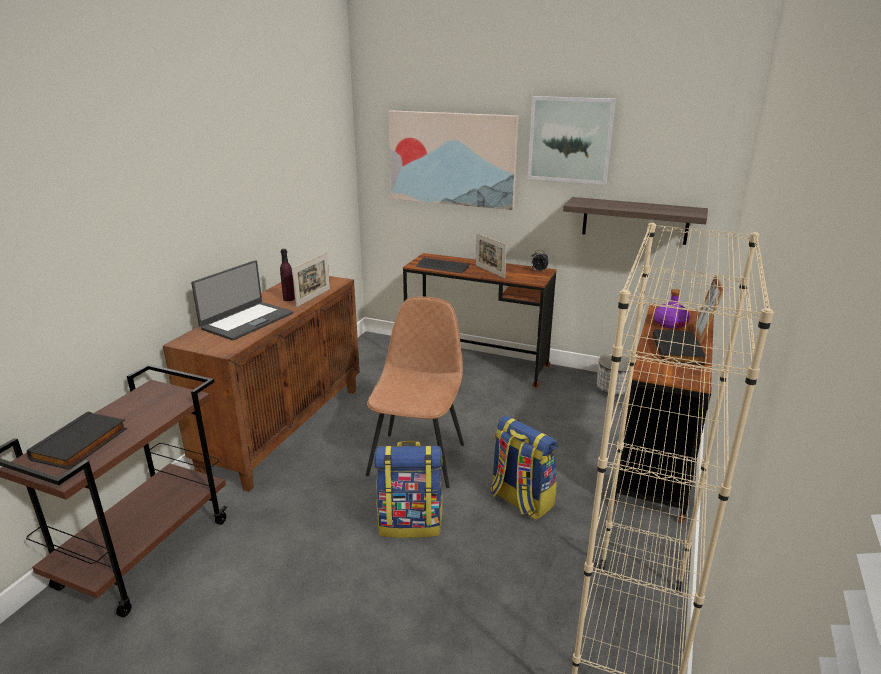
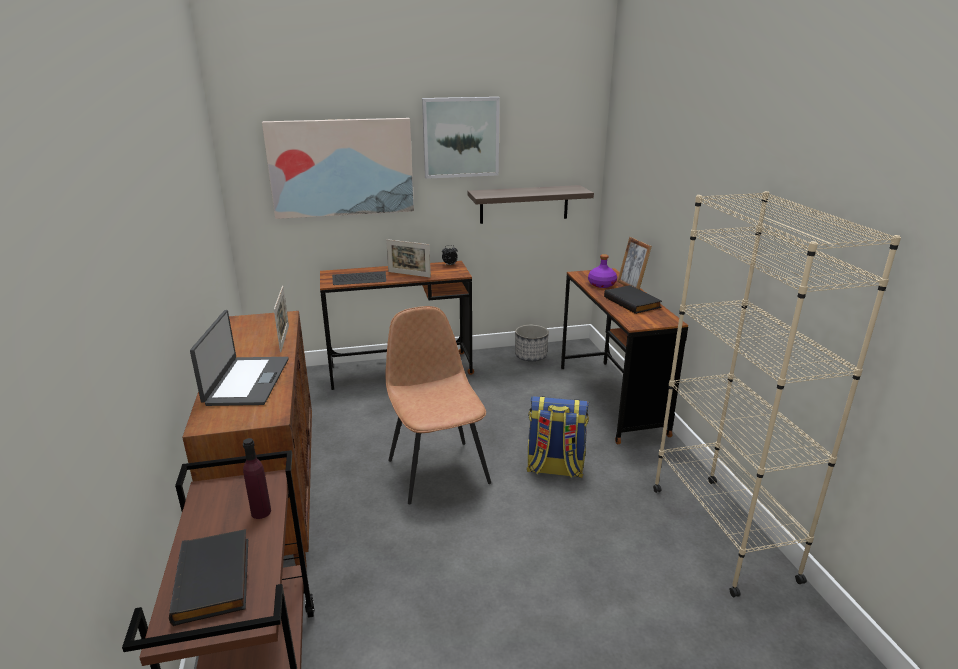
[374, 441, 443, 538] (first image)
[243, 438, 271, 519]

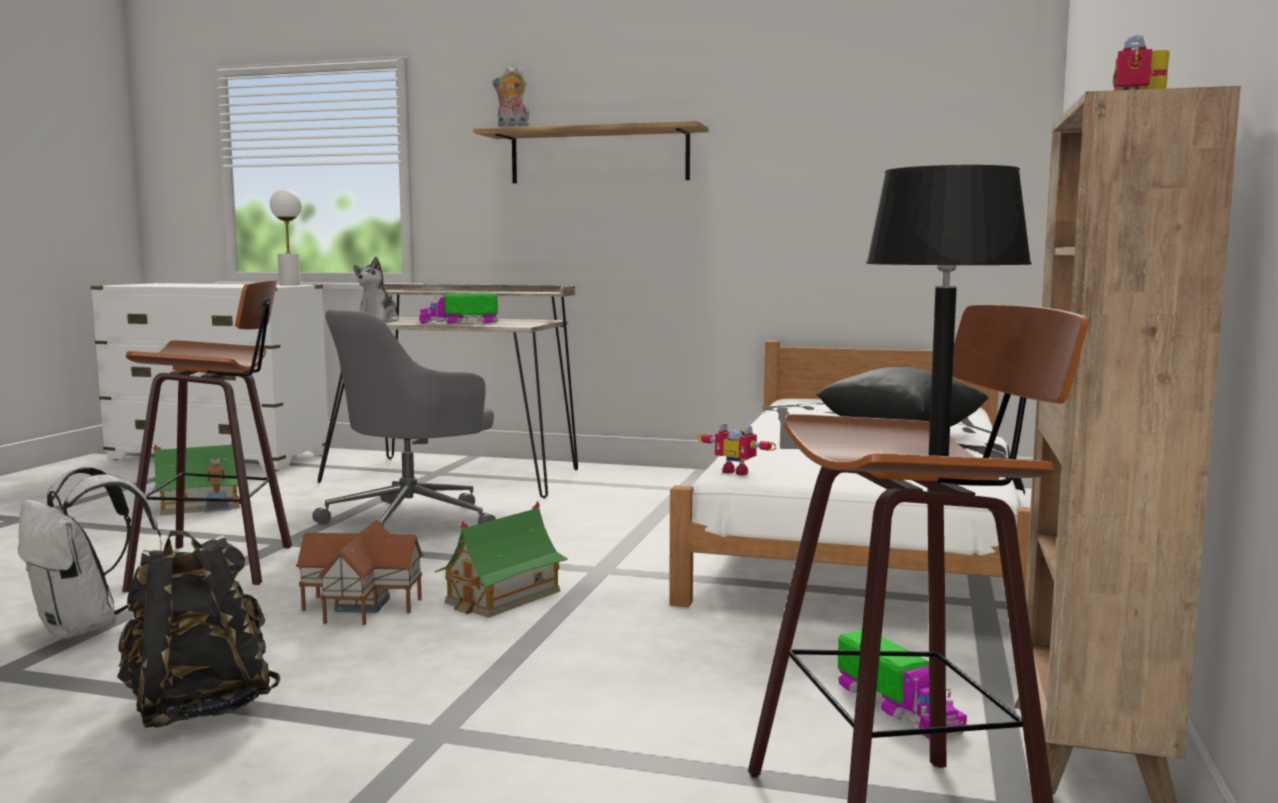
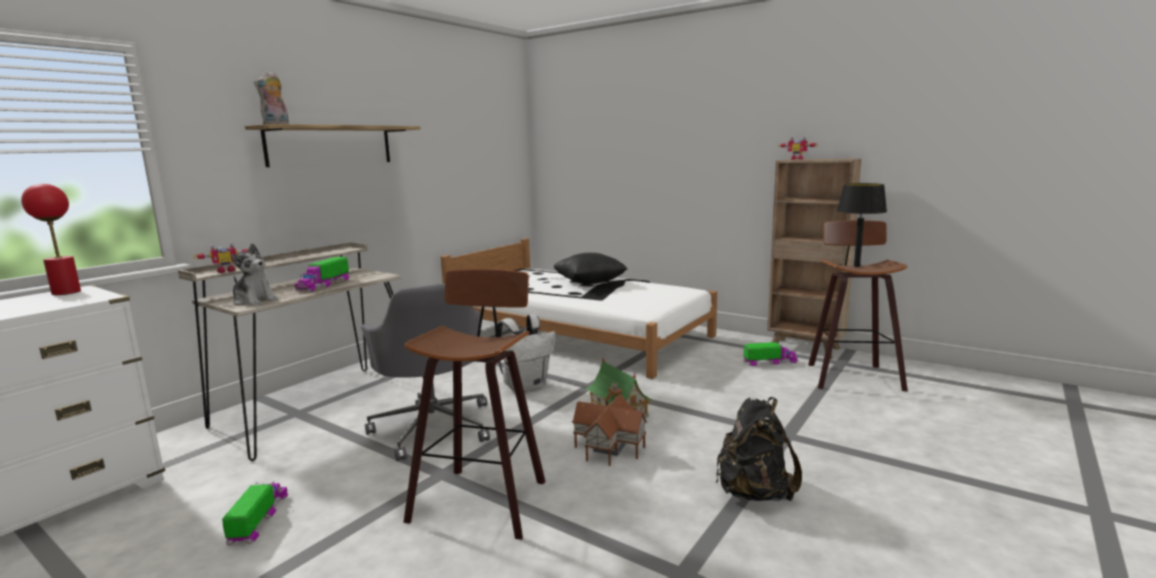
[495, 314, 556, 392]
[193, 242, 249, 273]
[222, 481, 288, 546]
[21, 184, 81, 295]

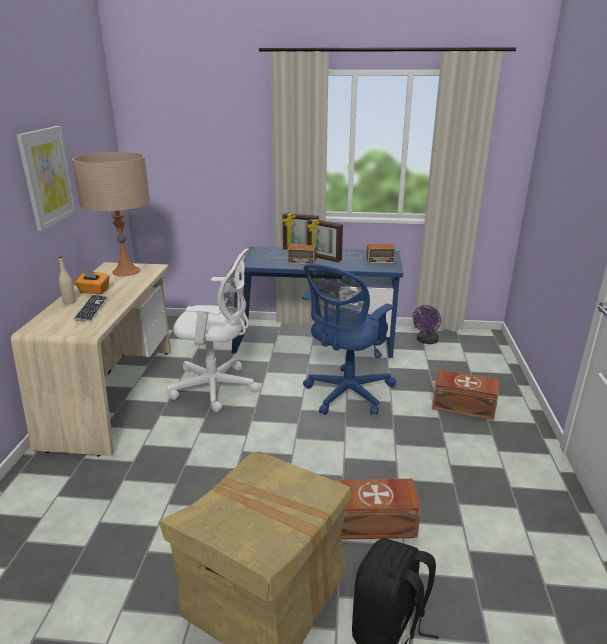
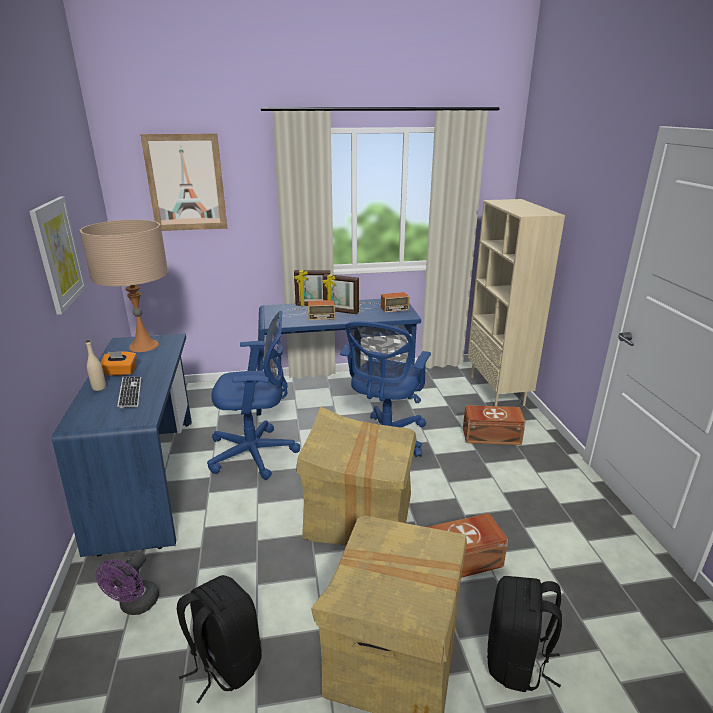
[140, 133, 227, 231]
[177, 575, 262, 703]
[296, 406, 416, 545]
[468, 199, 565, 406]
[96, 551, 159, 615]
[52, 334, 192, 557]
[207, 311, 300, 480]

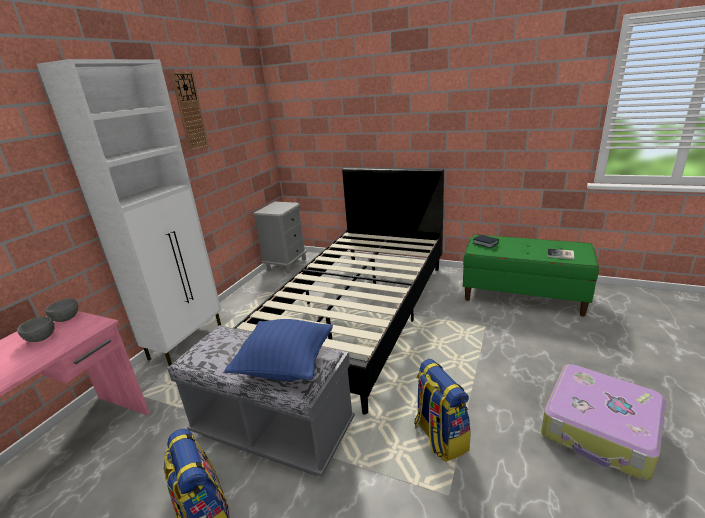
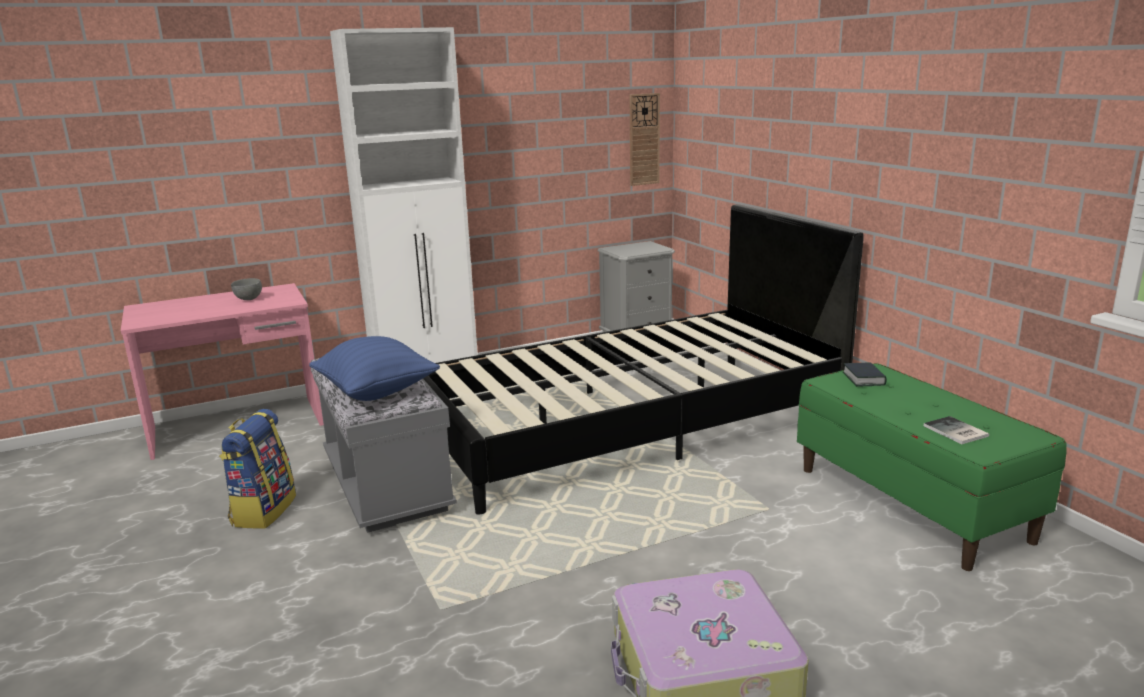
[45, 298, 78, 322] (first image)
[414, 359, 471, 462] (first image)
[630, 93, 660, 186]

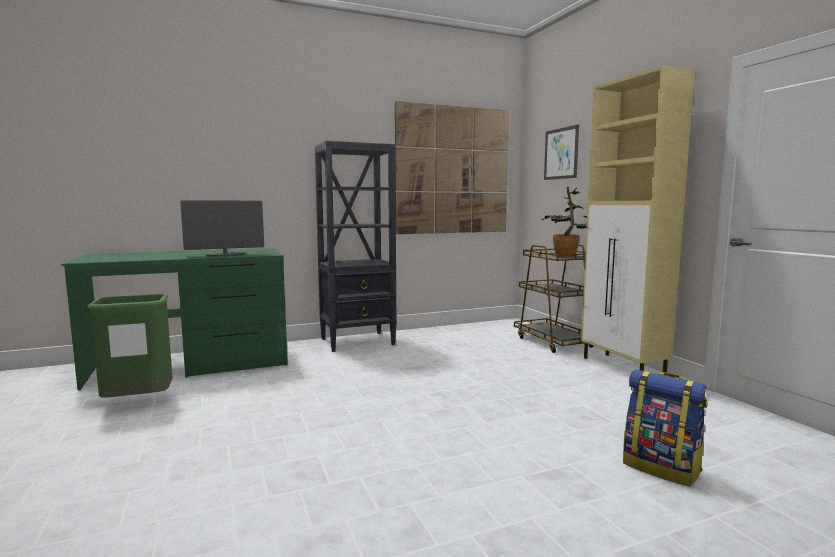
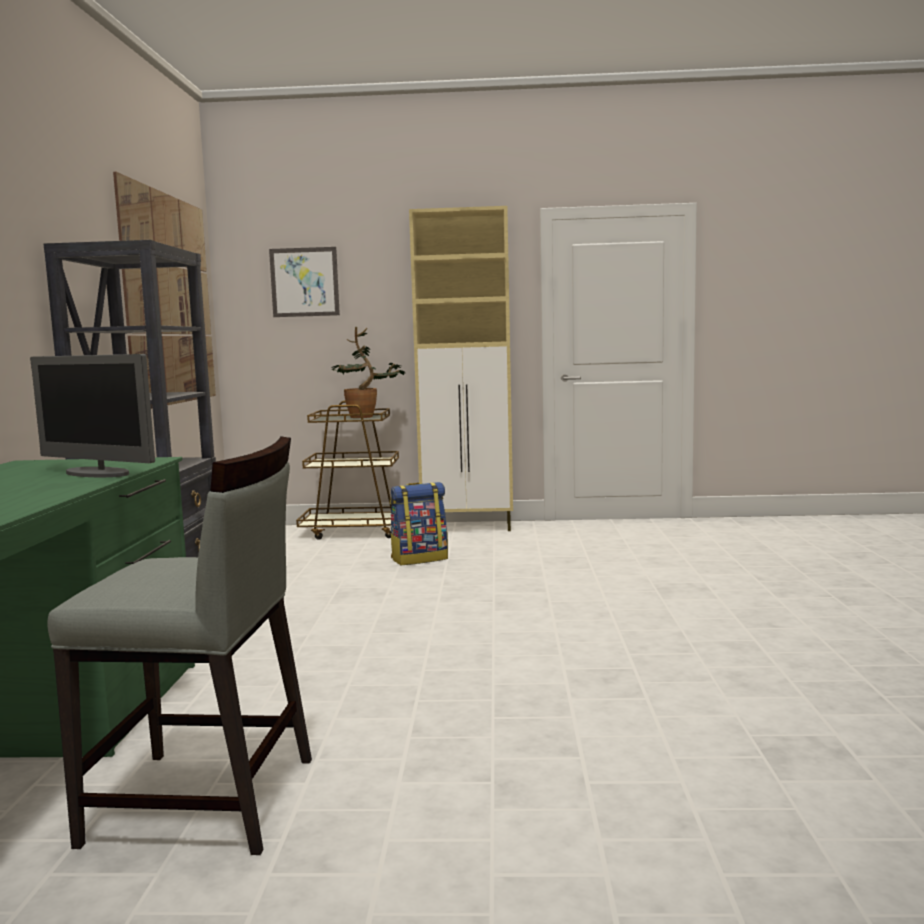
[390, 482, 448, 565]
[47, 436, 312, 855]
[30, 354, 155, 477]

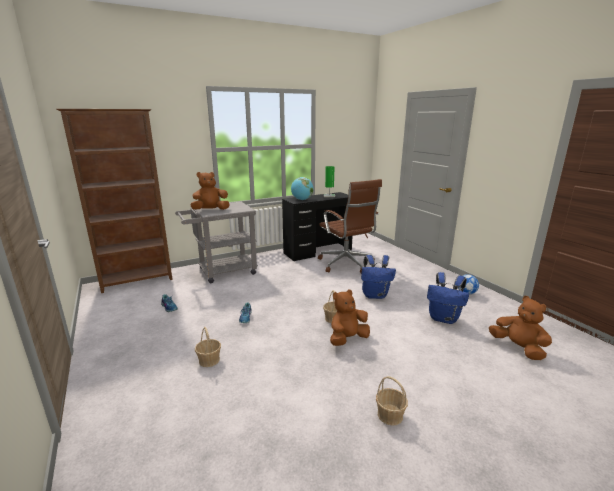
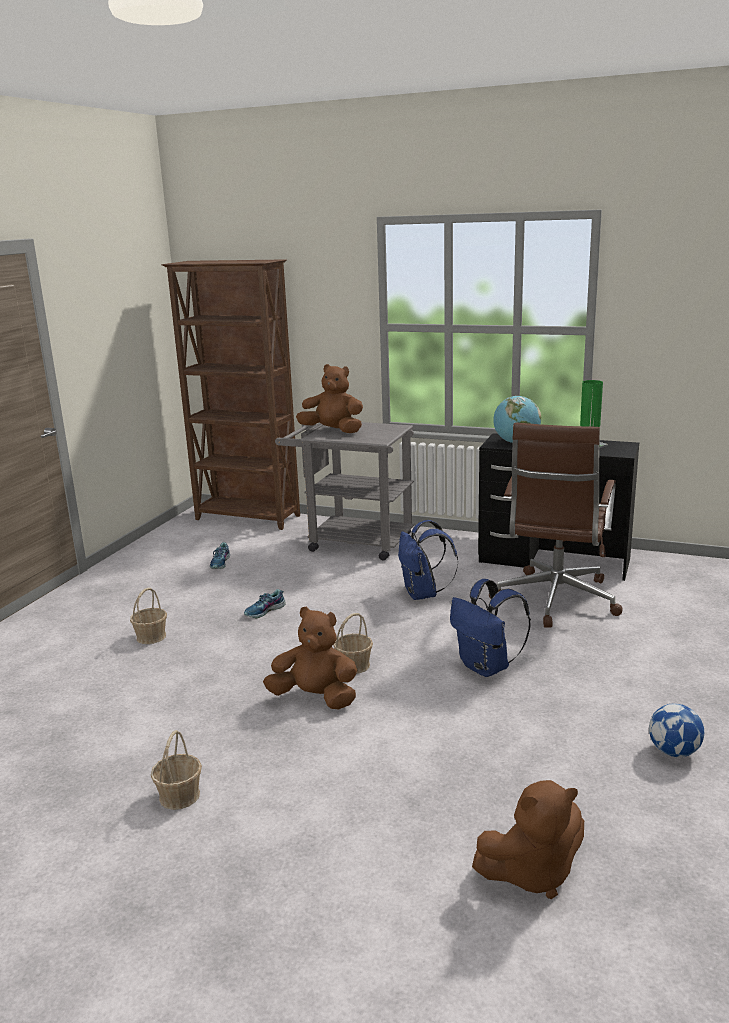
[398, 520, 458, 600]
[472, 780, 584, 899]

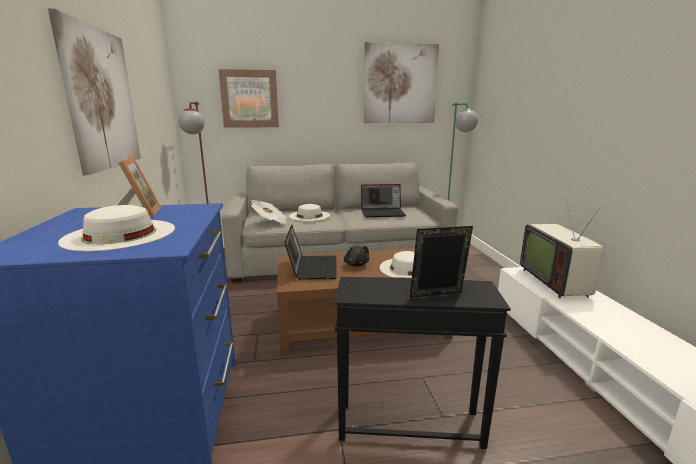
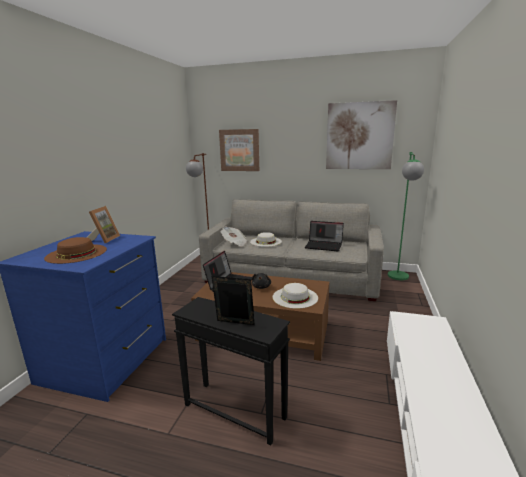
[48, 8, 141, 175] (first image)
[520, 198, 604, 298] (first image)
[44, 237, 107, 264]

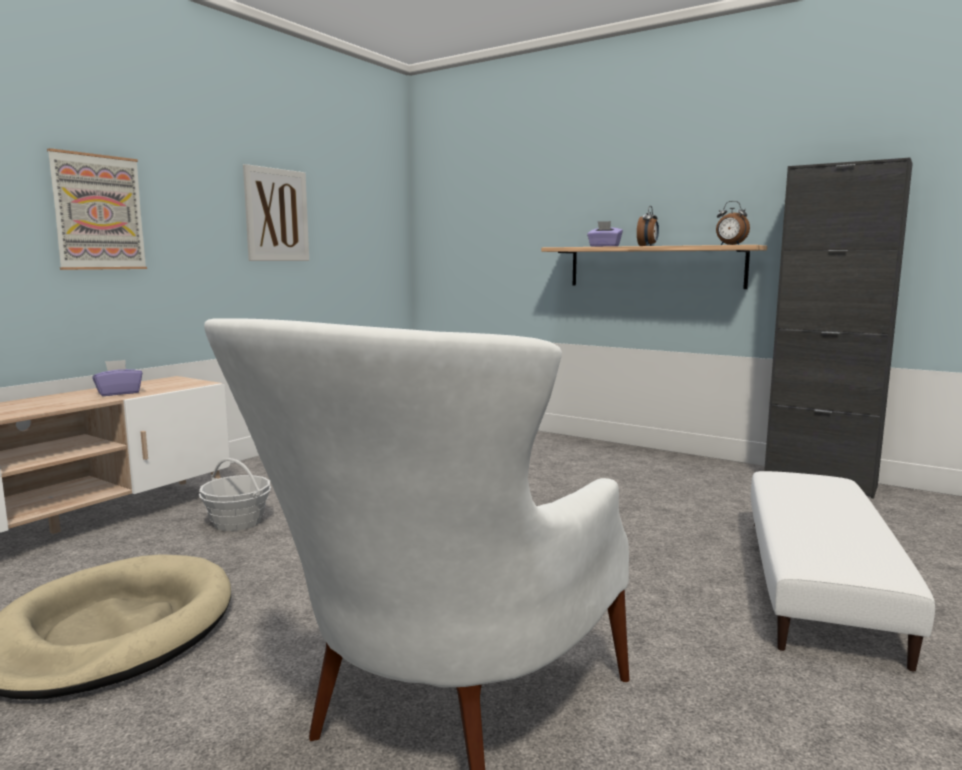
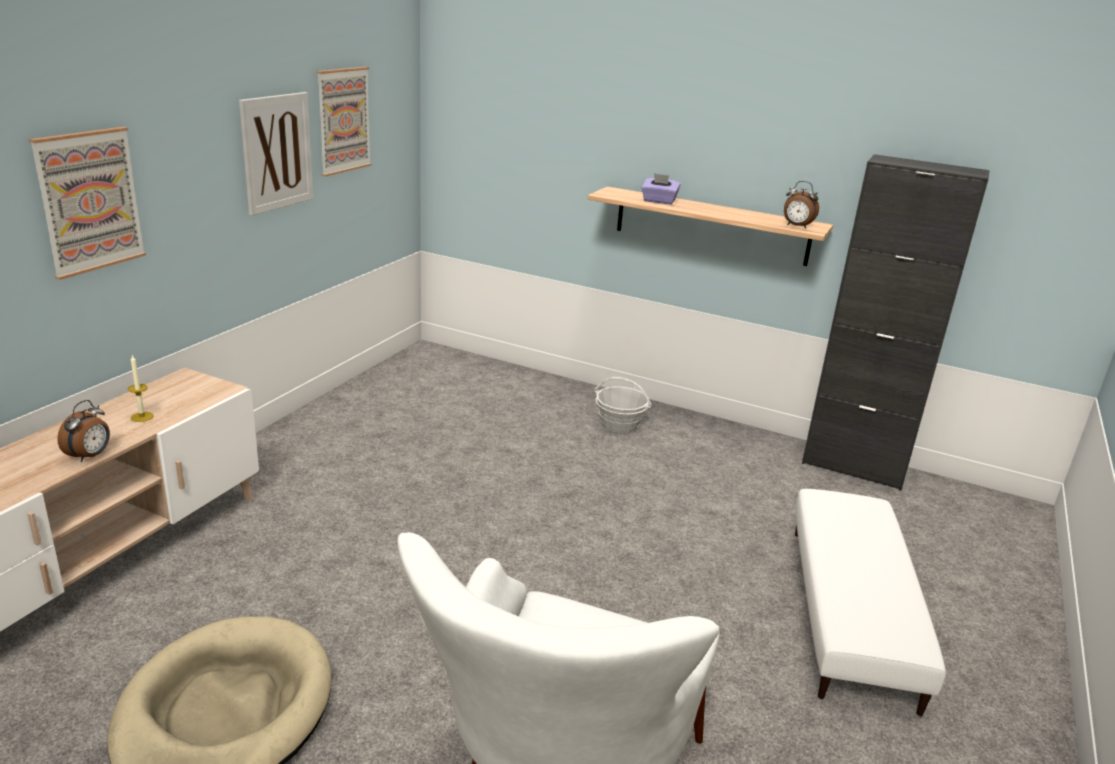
[316, 67, 372, 177]
[594, 377, 652, 433]
[57, 400, 110, 462]
[128, 355, 154, 422]

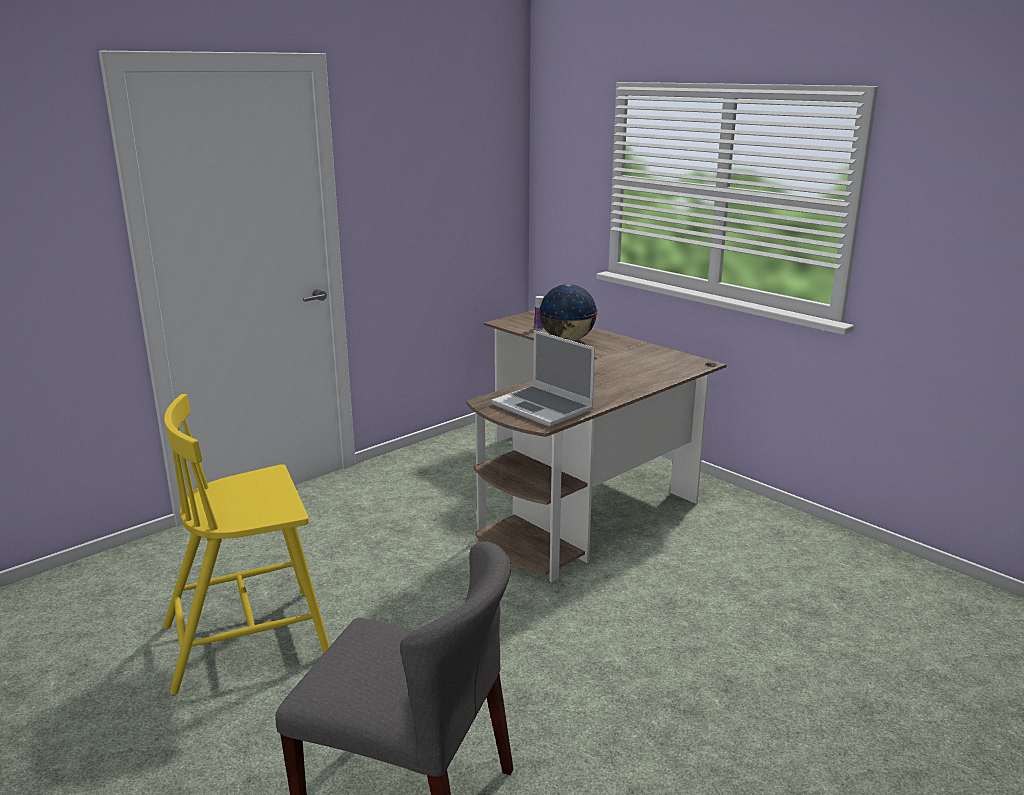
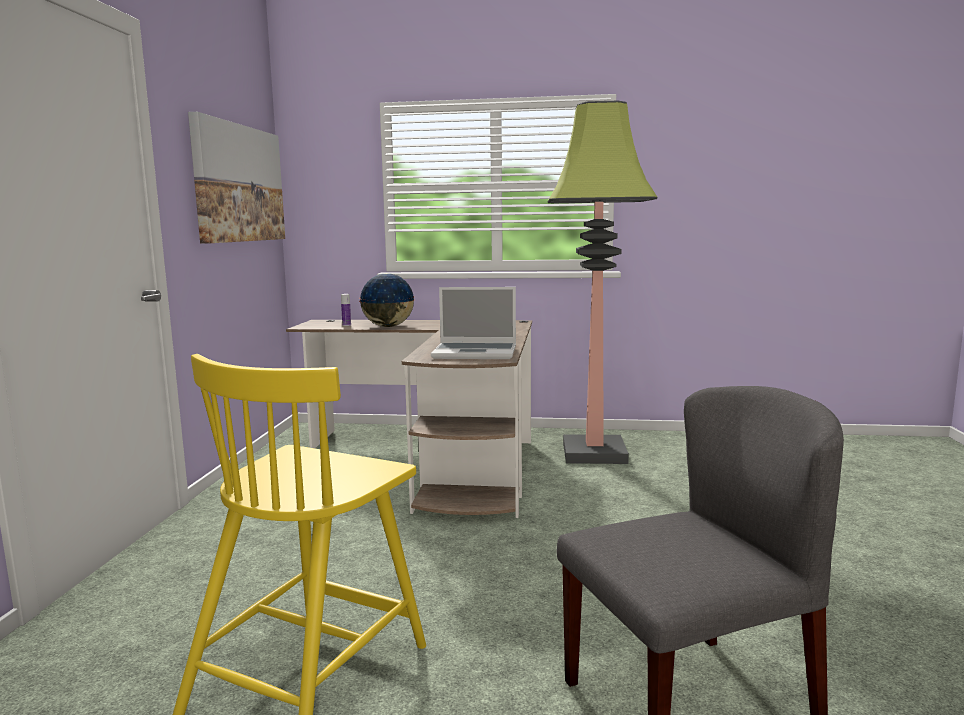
[188, 112, 285, 244]
[547, 101, 658, 464]

